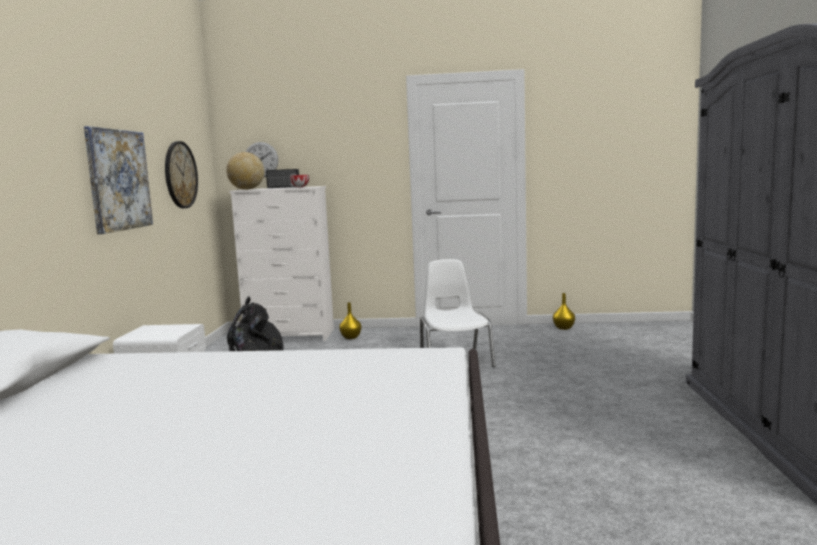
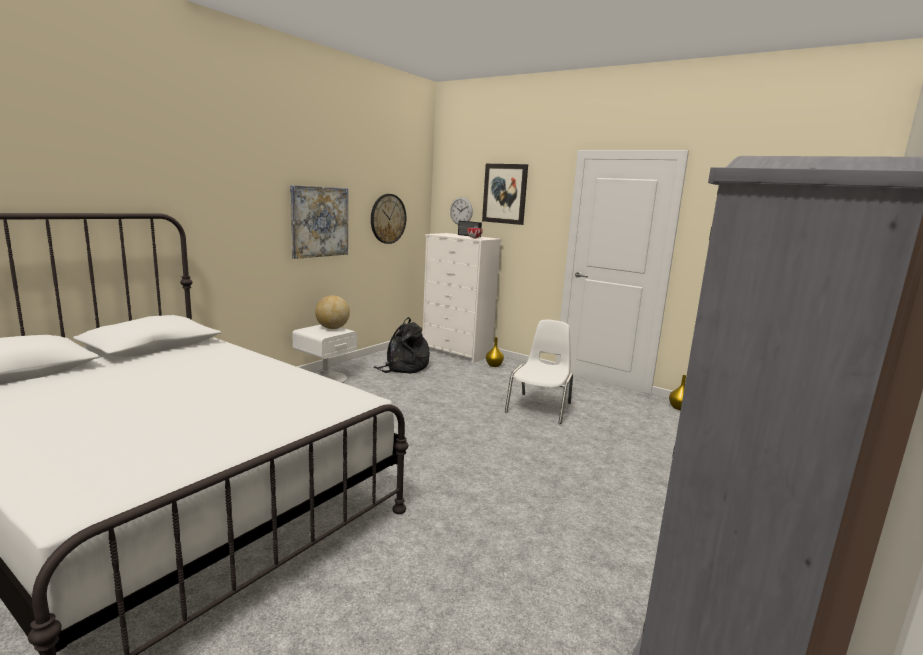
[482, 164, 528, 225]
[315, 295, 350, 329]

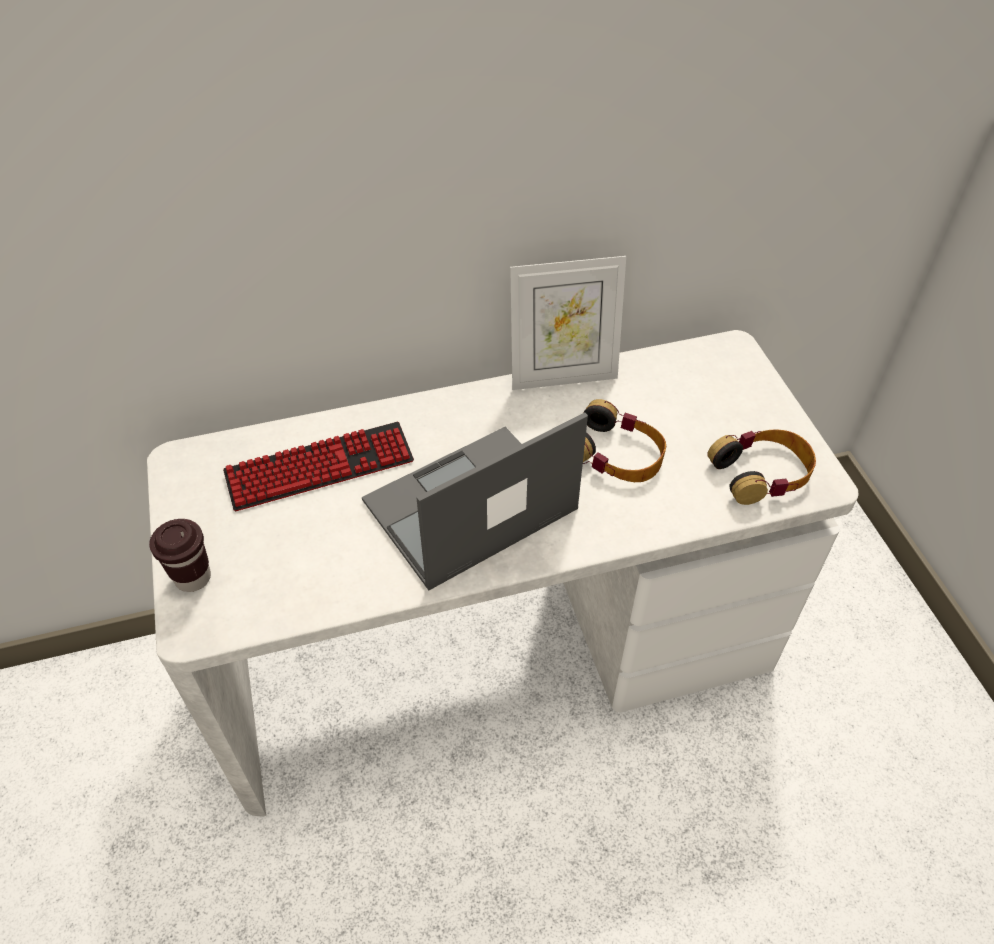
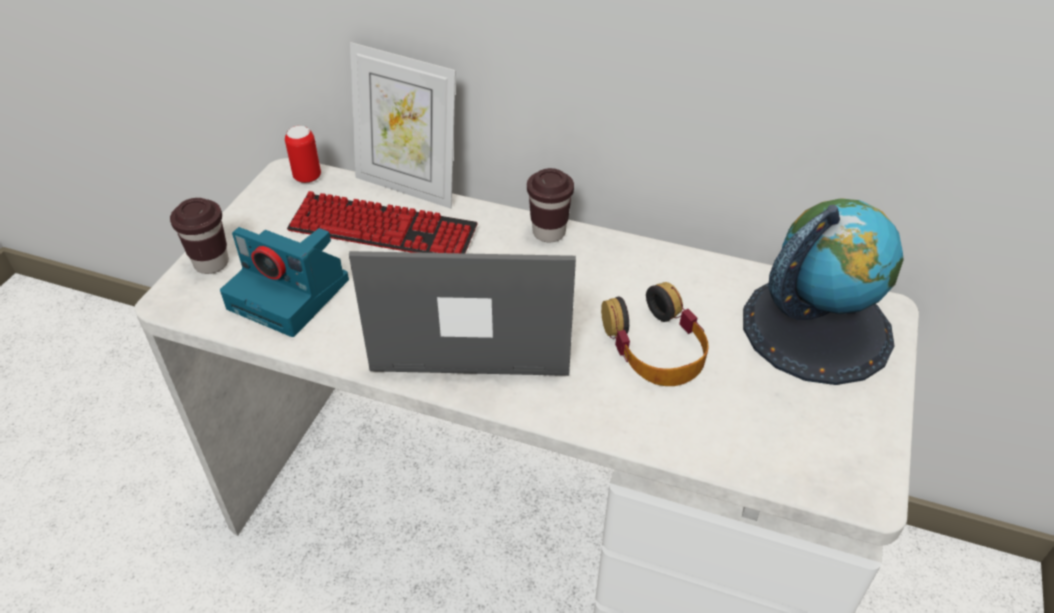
[707, 430, 816, 505] (first image)
[220, 227, 349, 337]
[285, 126, 321, 183]
[527, 168, 574, 242]
[743, 198, 904, 385]
[350, 42, 456, 208]

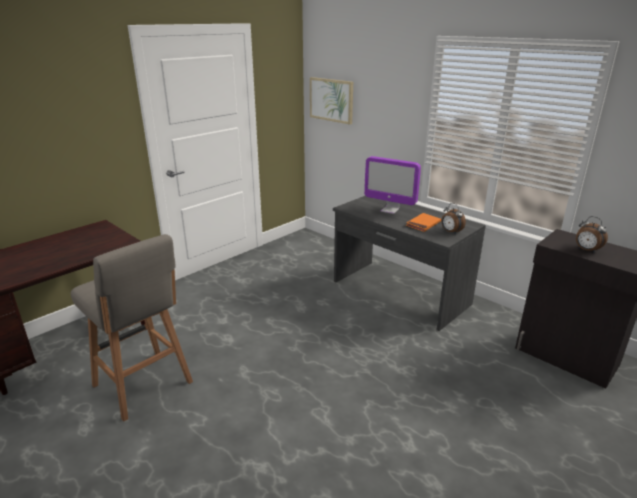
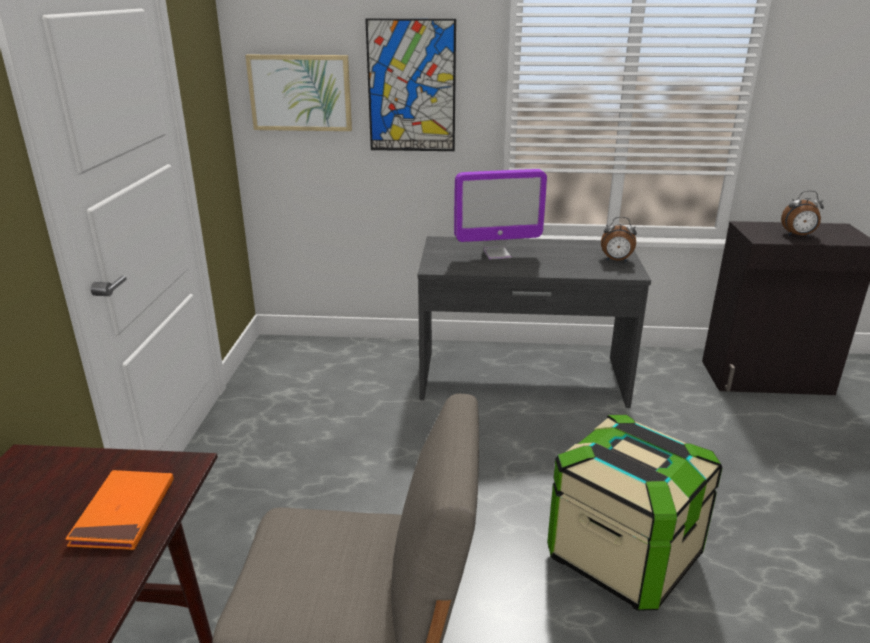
[365, 18, 456, 151]
[547, 415, 722, 611]
[65, 470, 174, 550]

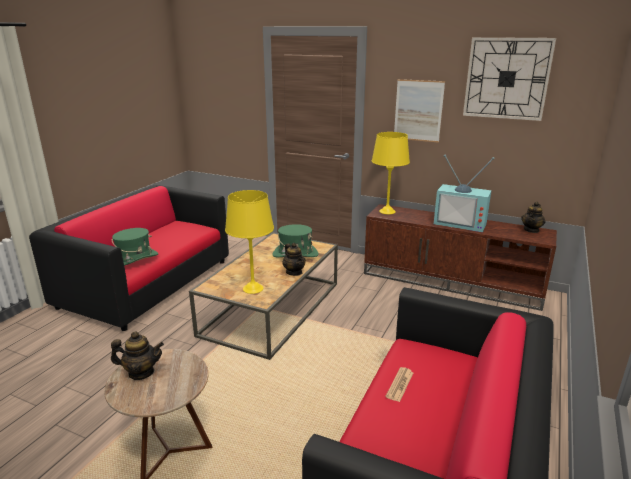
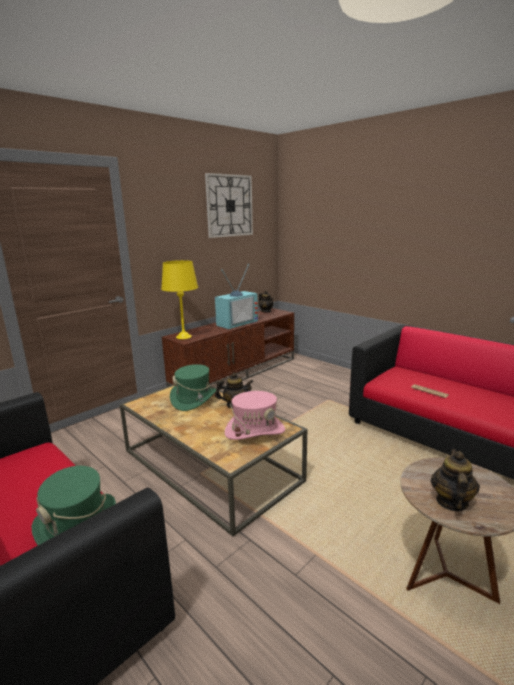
[394, 79, 445, 143] (first image)
[225, 391, 285, 440]

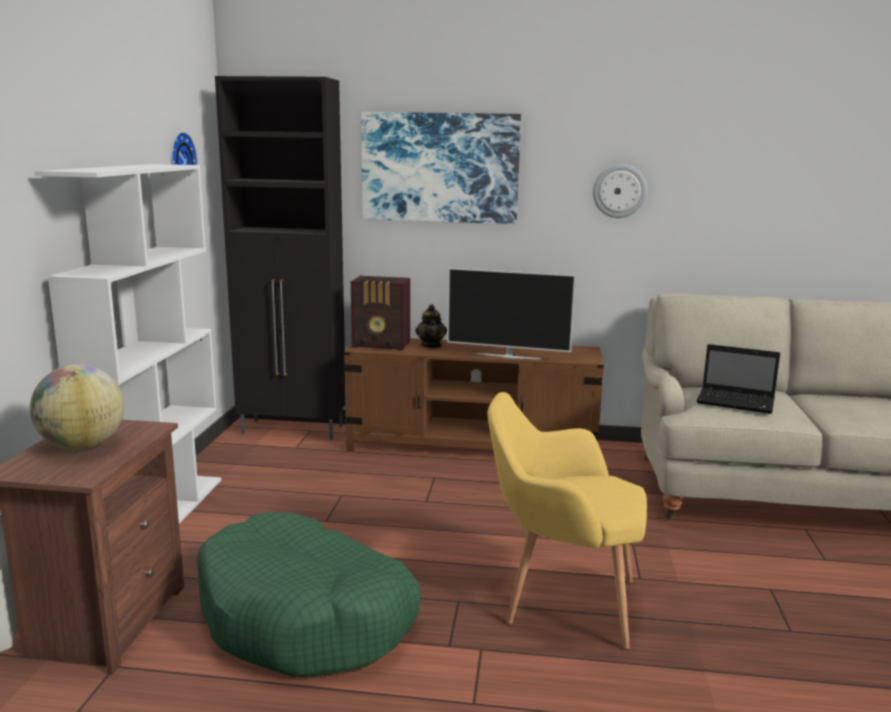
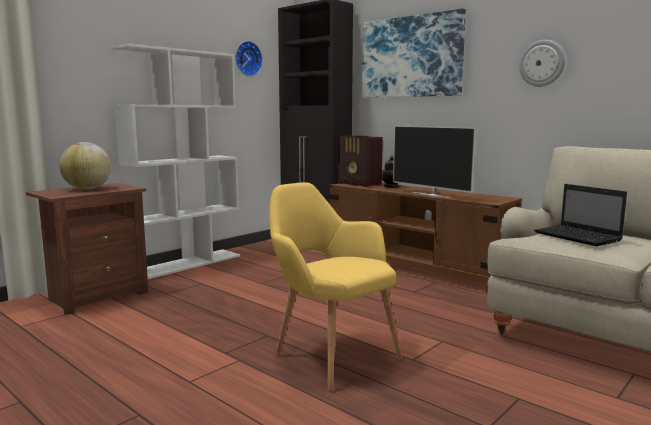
[197, 512, 421, 677] (first image)

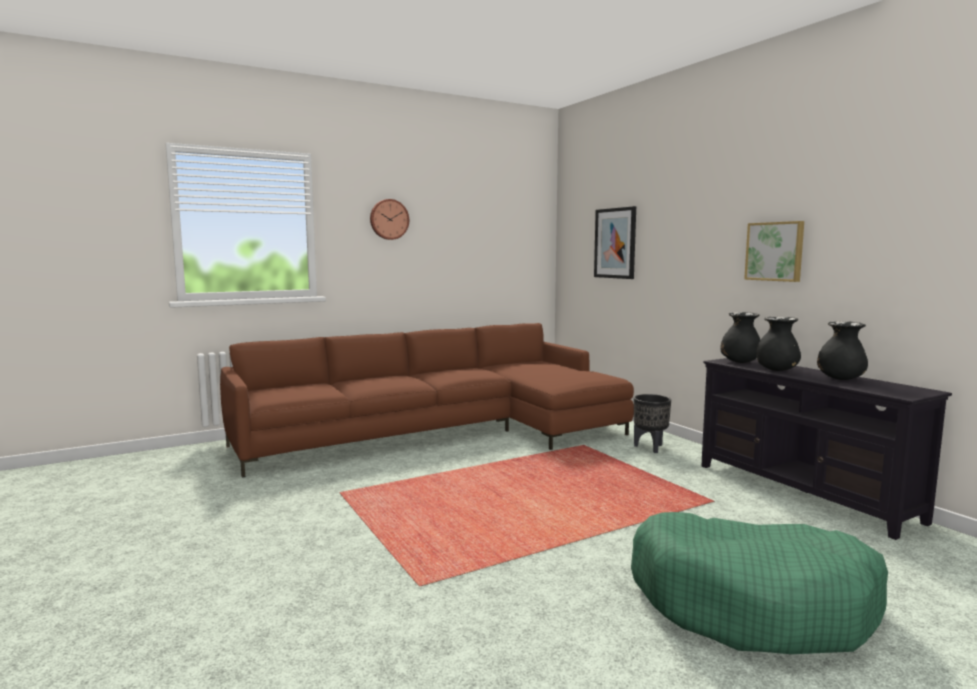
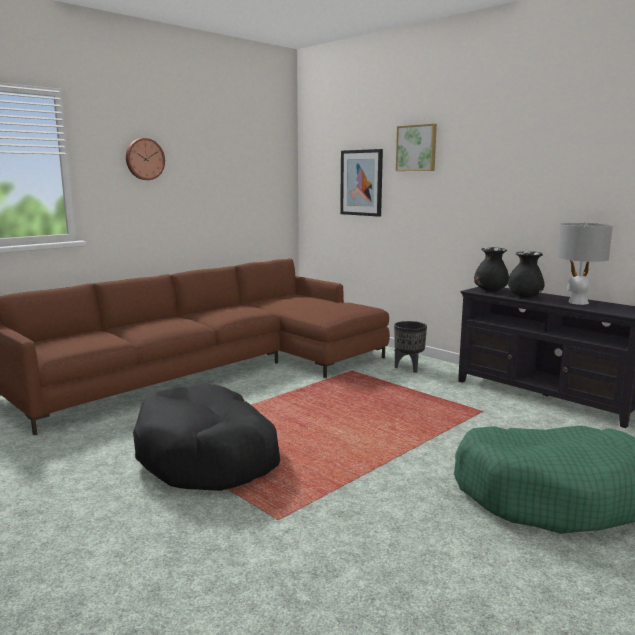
[133, 383, 280, 491]
[396, 124, 437, 171]
[557, 223, 613, 305]

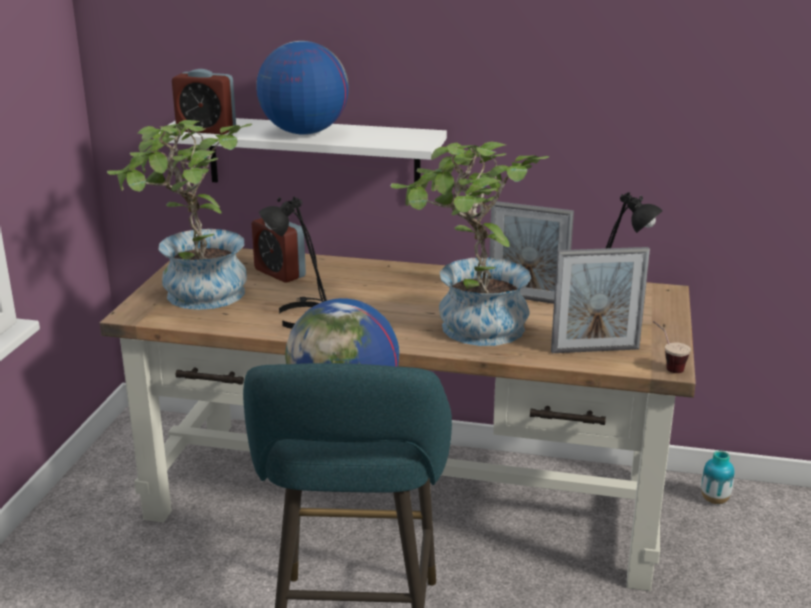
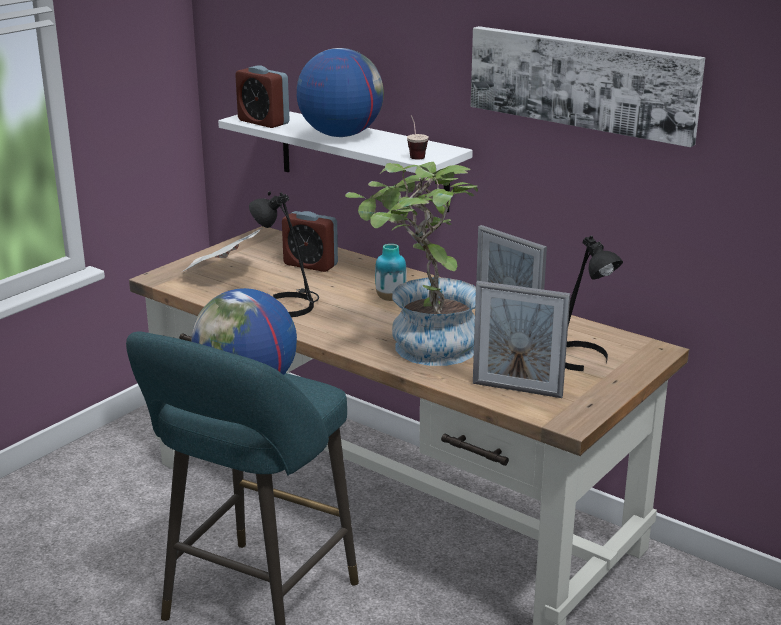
[471, 26, 705, 147]
[407, 115, 429, 159]
[375, 244, 407, 301]
[183, 228, 263, 271]
[282, 211, 338, 272]

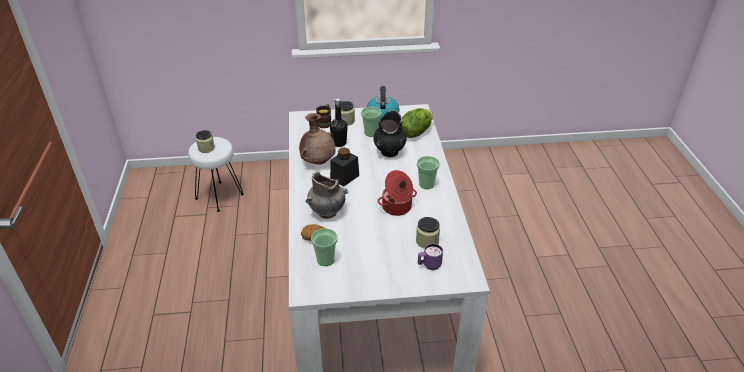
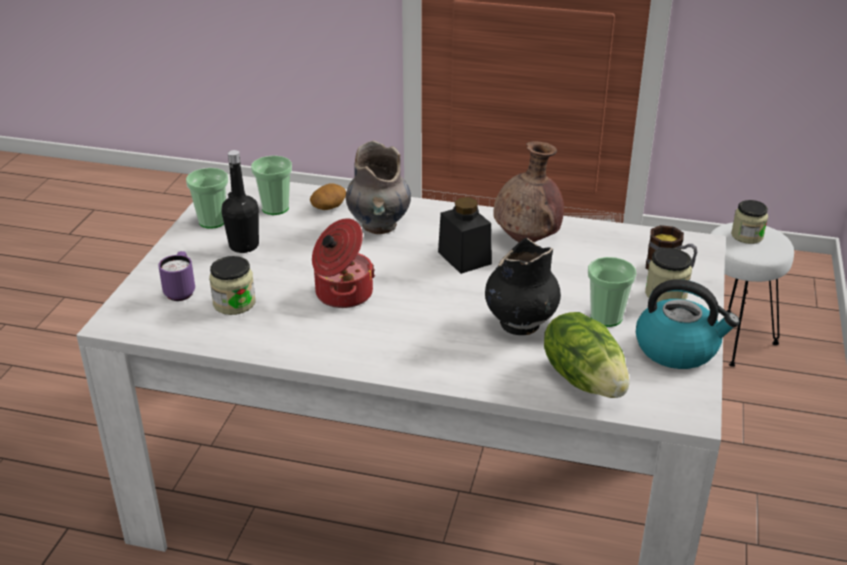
[221, 150, 259, 253]
[186, 168, 228, 229]

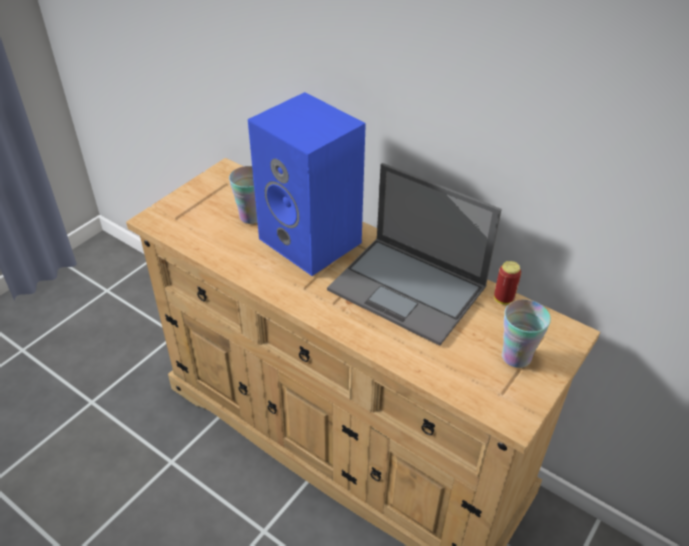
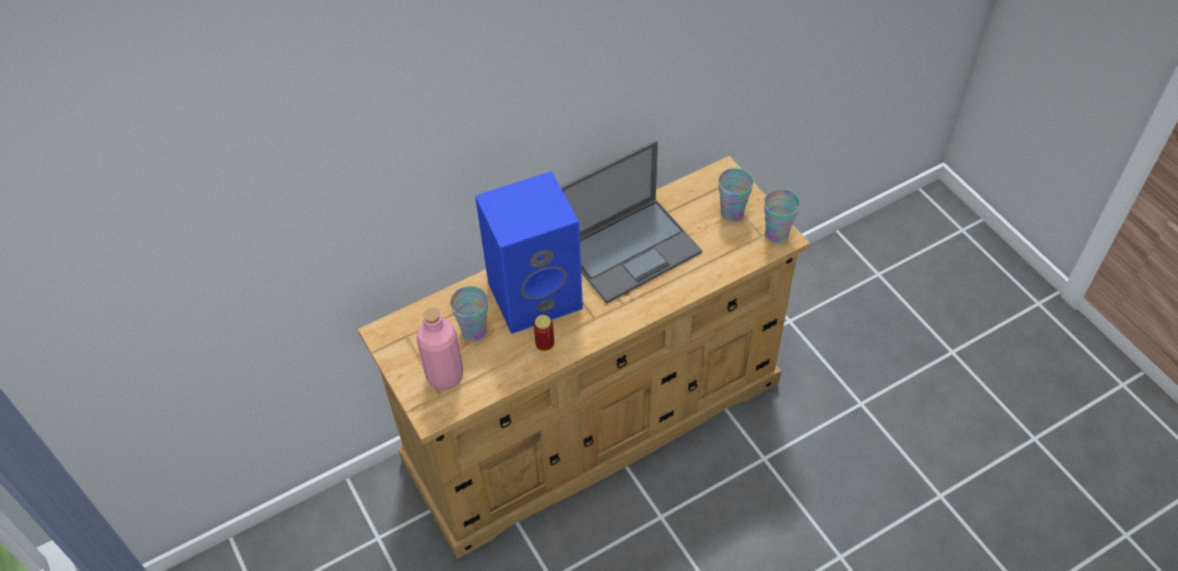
[417, 308, 463, 390]
[764, 189, 800, 243]
[533, 315, 554, 352]

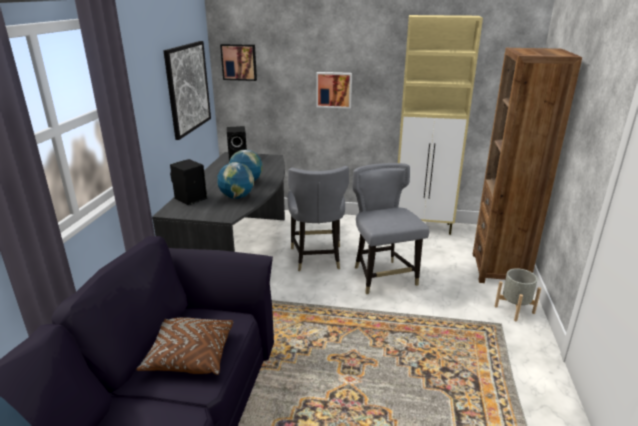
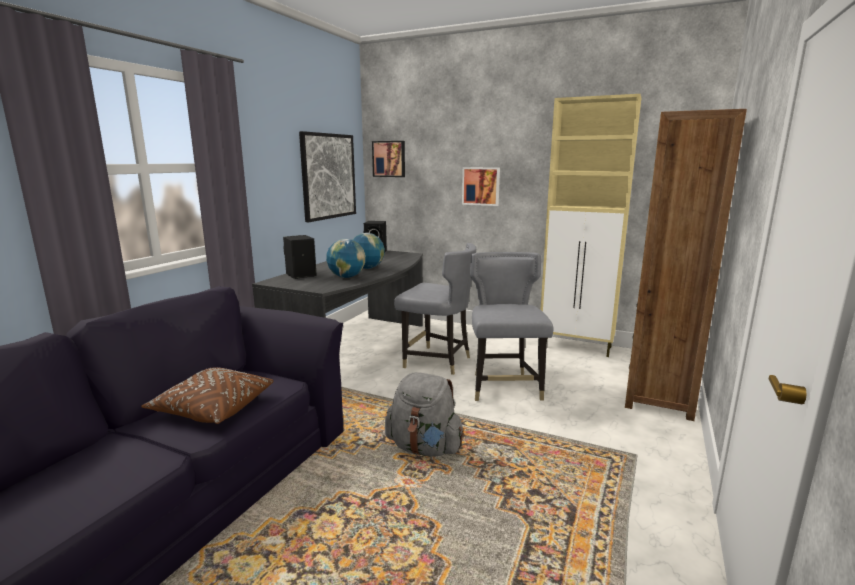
[495, 268, 541, 321] (first image)
[385, 372, 464, 457]
[394, 243, 476, 375]

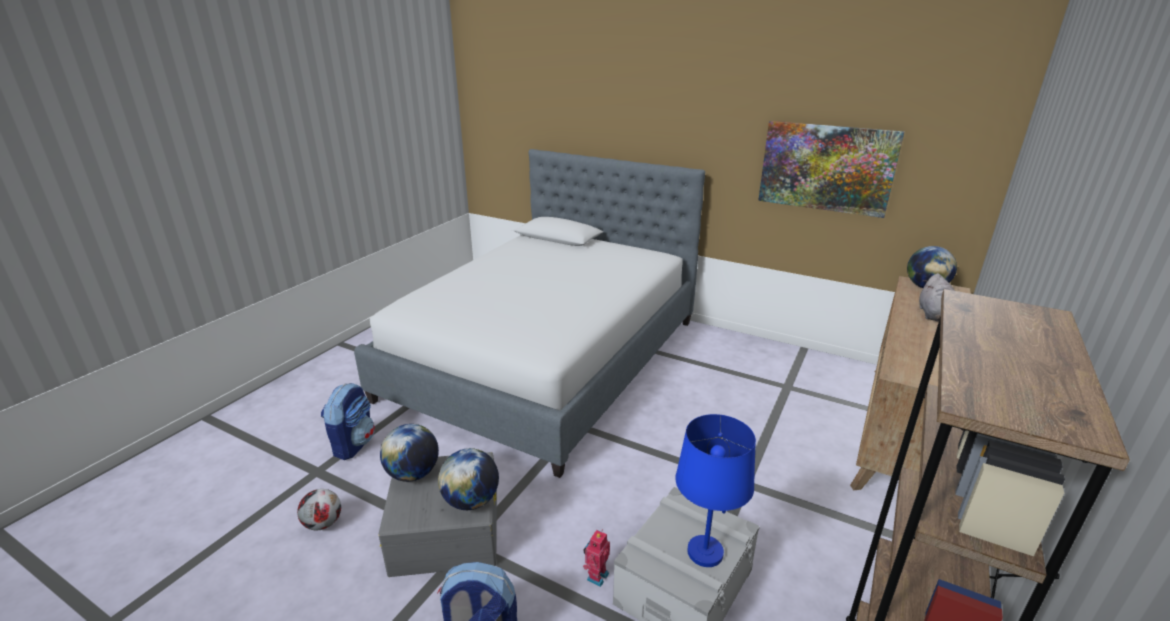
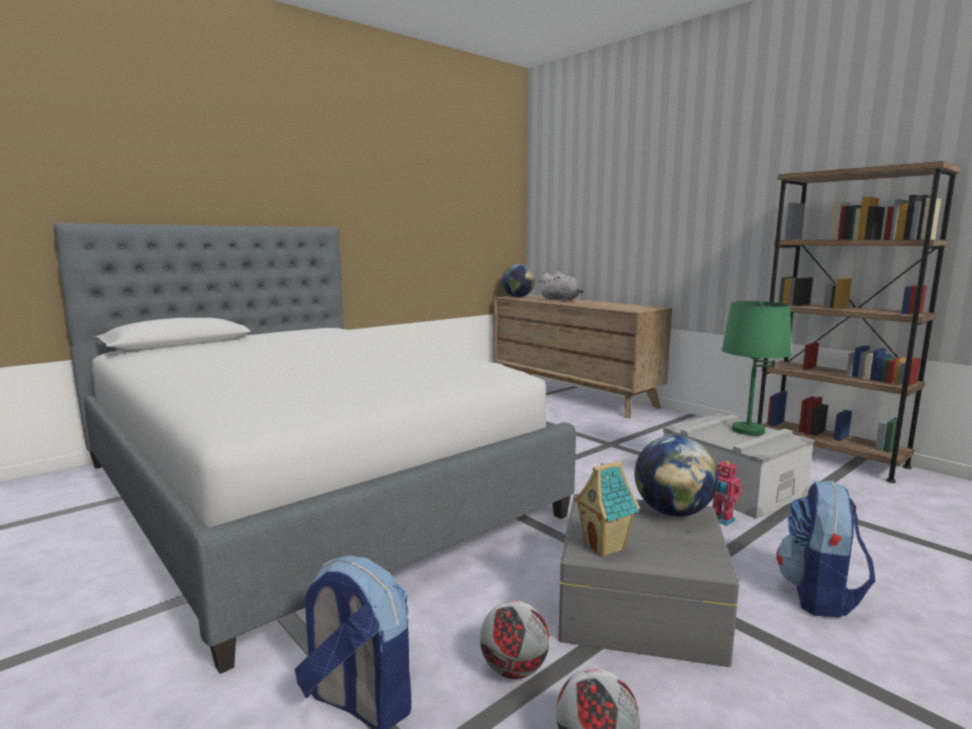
[758, 121, 905, 218] (first image)
[480, 601, 549, 679]
[574, 461, 640, 557]
[722, 301, 791, 435]

